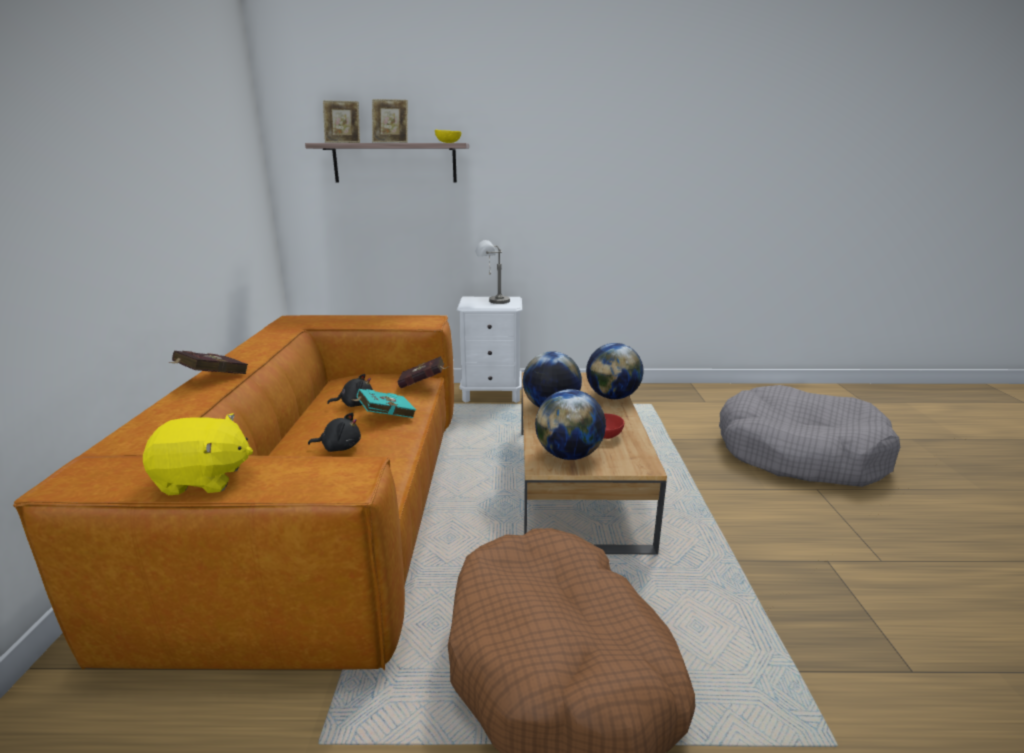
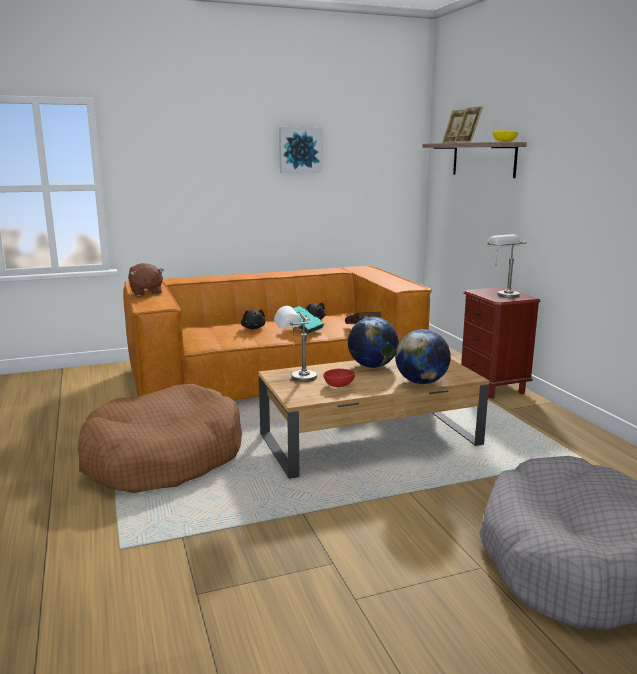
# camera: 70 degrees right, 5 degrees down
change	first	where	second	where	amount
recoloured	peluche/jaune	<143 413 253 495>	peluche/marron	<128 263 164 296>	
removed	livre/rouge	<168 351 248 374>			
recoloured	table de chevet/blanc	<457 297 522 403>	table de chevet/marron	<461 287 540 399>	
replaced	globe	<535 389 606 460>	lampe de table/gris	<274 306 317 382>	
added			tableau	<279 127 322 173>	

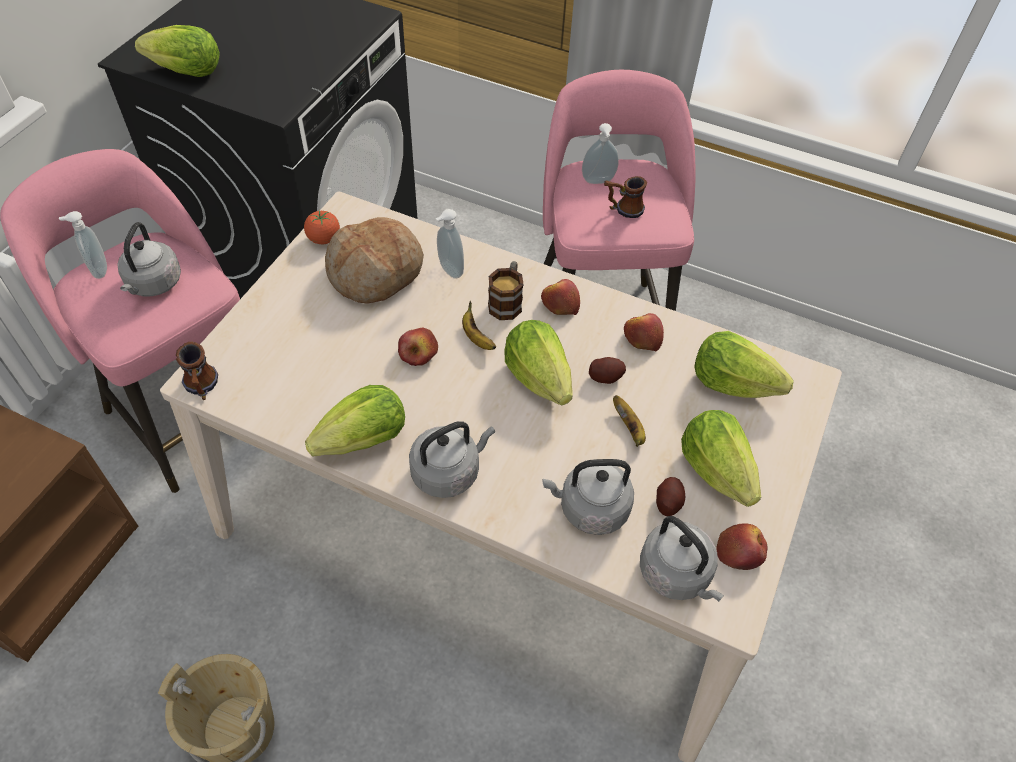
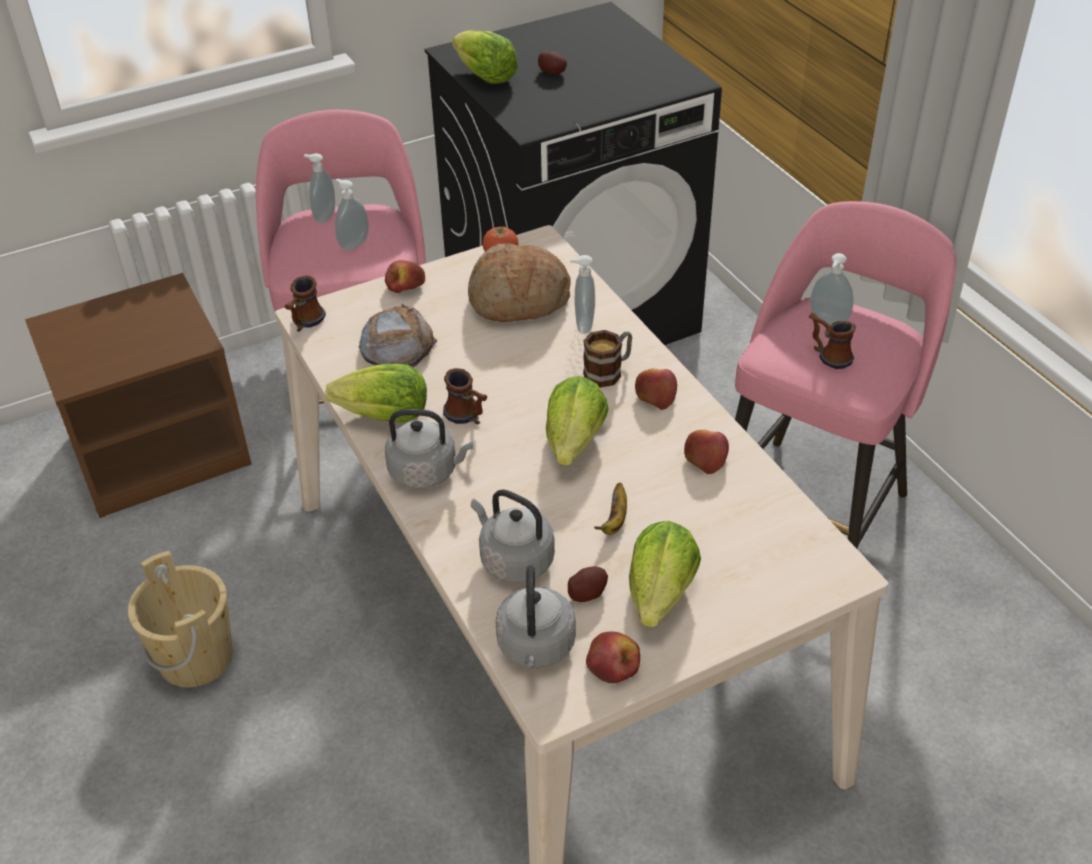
# camera: 40 degrees right, 10 degrees down
change	first	where	second	where	amount
replaced	bouilloire/gris	<117 222 181 296>	distributeur de savon	<335 179 369 250>	
moved	pomme	<398 328 438 366>		<385 260 425 293>	
removed	banane	<462 301 496 350>			
moved	pomme de terre	<589 357 626 384>		<538 51 567 75>	
removed	laitue	<694 331 794 398>			
added			pain	<358 304 438 367>	
added			mug	<443 368 488 425>	

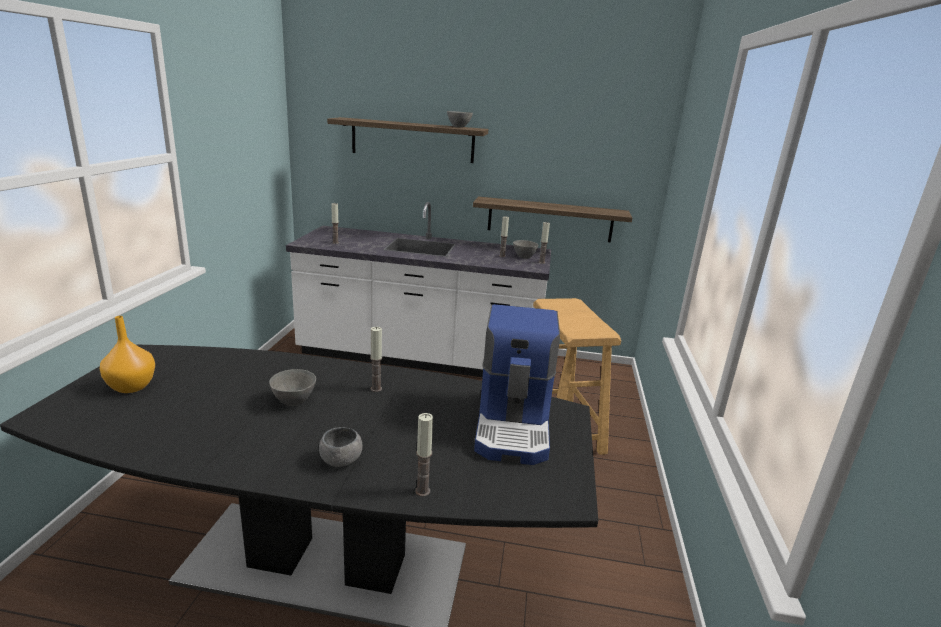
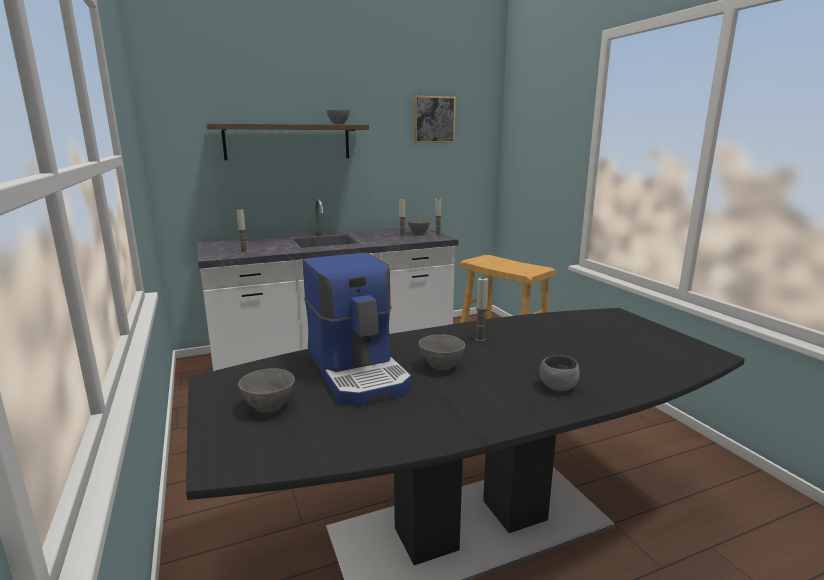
# camera: 30 degrees left, 5 degrees down
change	first	where	second	where	amount
replaced	vase/orange	<100 316 155 393>	bol/gris	<238 368 295 412>	
removed	bougie	<415 413 433 497>			
removed	étagère	<473 196 632 243>			
moved	machine à café	<474 304 560 465>		<303 253 411 406>	
added			tableau	<414 96 456 143>	

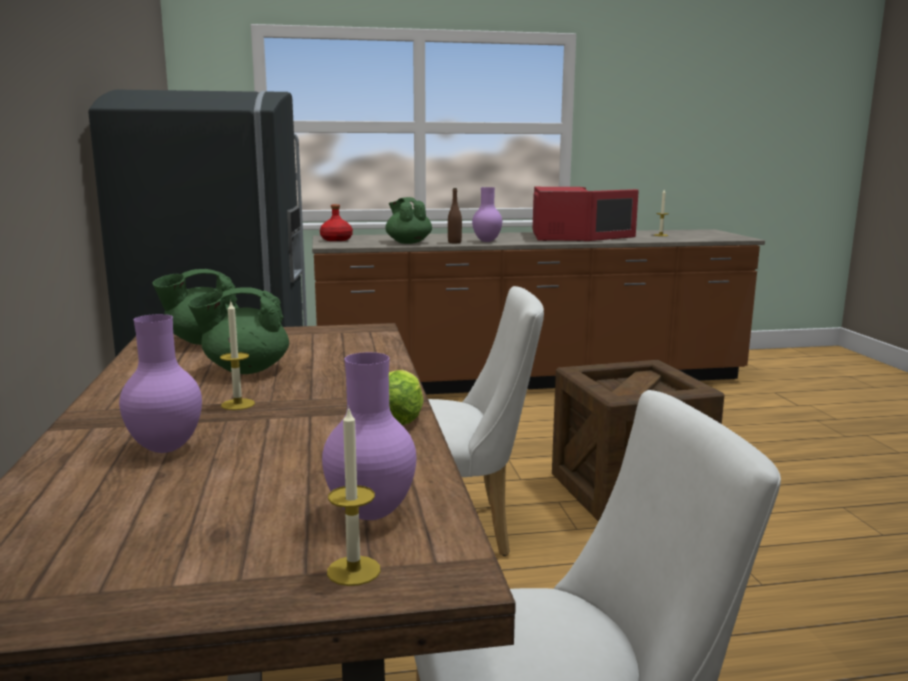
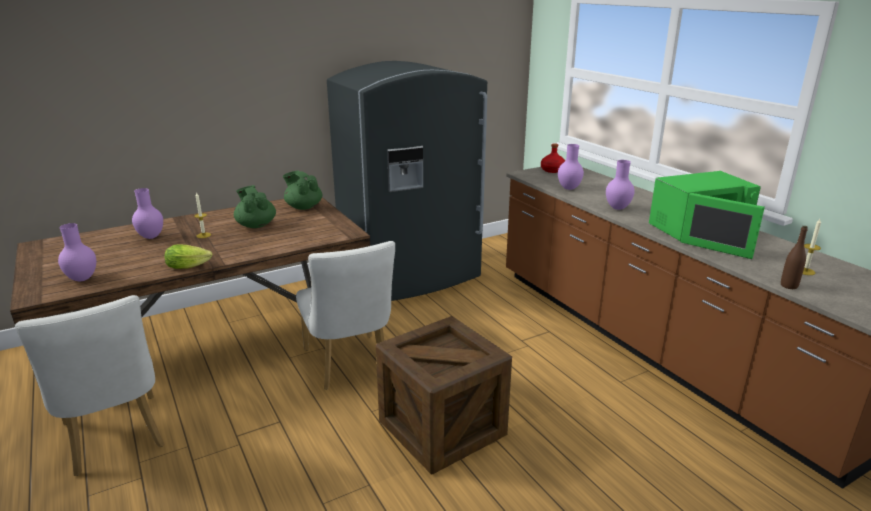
# camera: 70 degrees right, 10 degrees up
change	first	where	second	where	amount
removed	bougie	<327 406 380 586>			
replaced	théière/vert	<385 197 432 244>	vase/violet	<558 144 584 190>	
moved	bouteille/marron	<448 188 462 243>		<781 226 808 289>	
recoloured	micro-ondes/rouge	<533 187 639 241>	micro-ondes/vert	<649 171 765 259>	

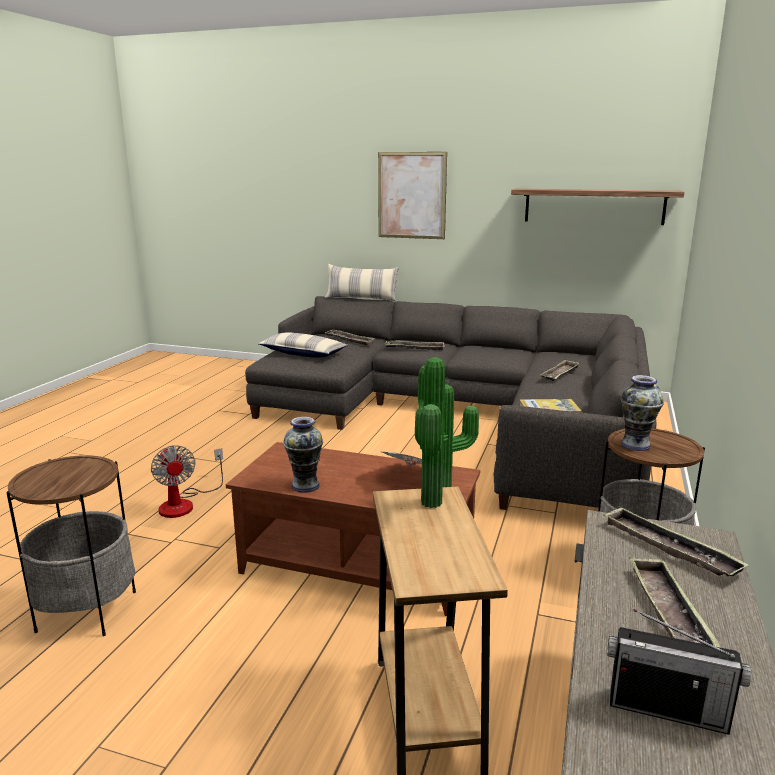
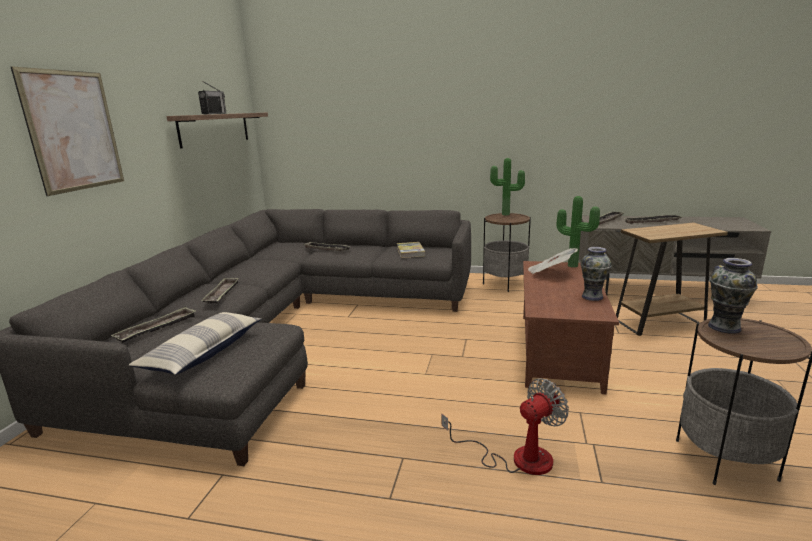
# camera: 95 degrees left, 0 degrees up
change	first	where	second	where	amount
removed	coussin	<325 264 399 301>			
moved	plante en pot	<418 357 445 508>		<490 158 525 215>	
moved	radio	<607 609 751 735>		<198 81 227 114>	
moved	vase	<620 375 664 451>		<708 258 758 334>	

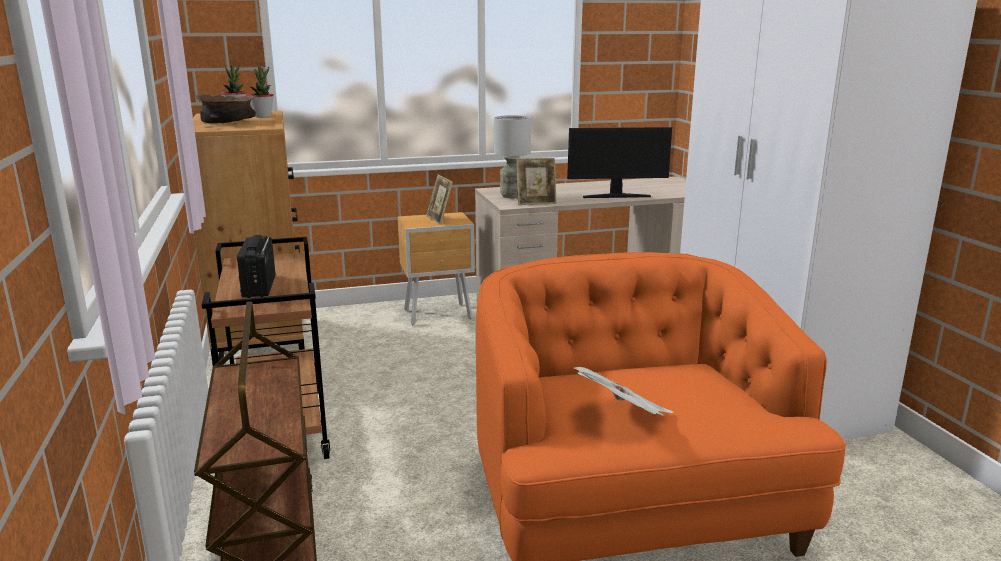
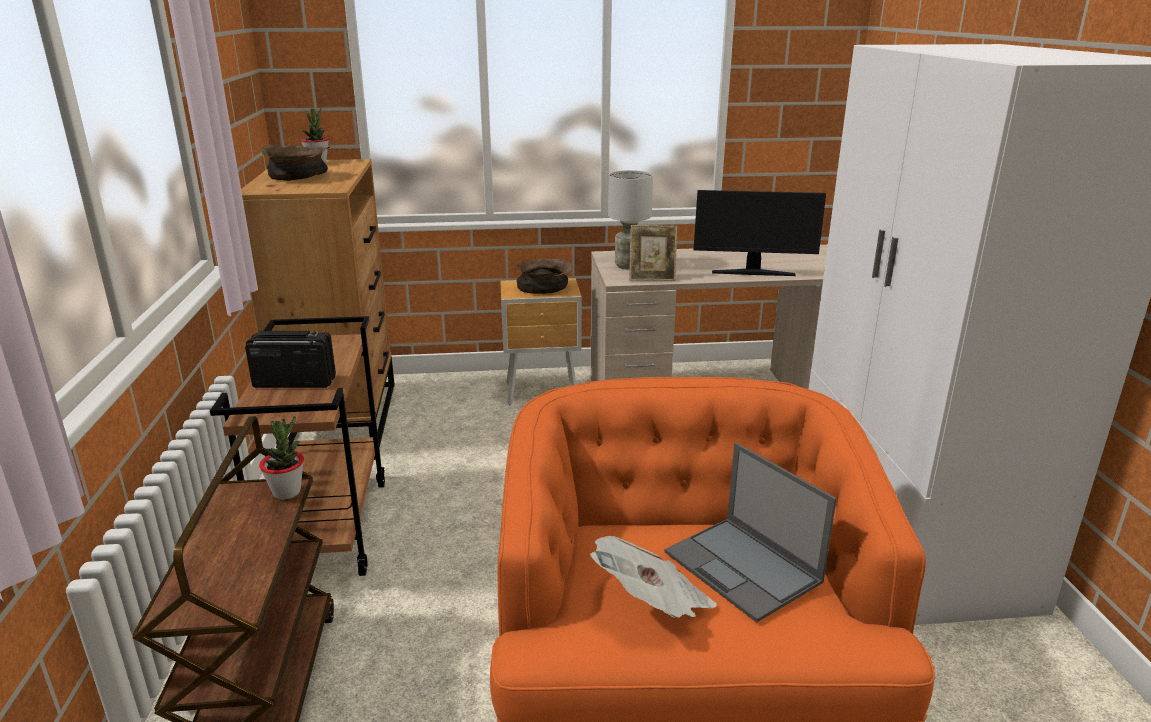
# camera: 10 degrees right, 5 degrees up
change	first	where	second	where	amount
turned	radio	<237 235 275 298>		<245 331 336 388>	90 degrees clockwise
moved	plante en pot	<248 66 274 118>		<259 416 304 500>	
replaced	cadre photo	<426 174 453 225>	bol/marron	<515 258 572 294>	
added			ordinateur portable	<664 443 837 622>	

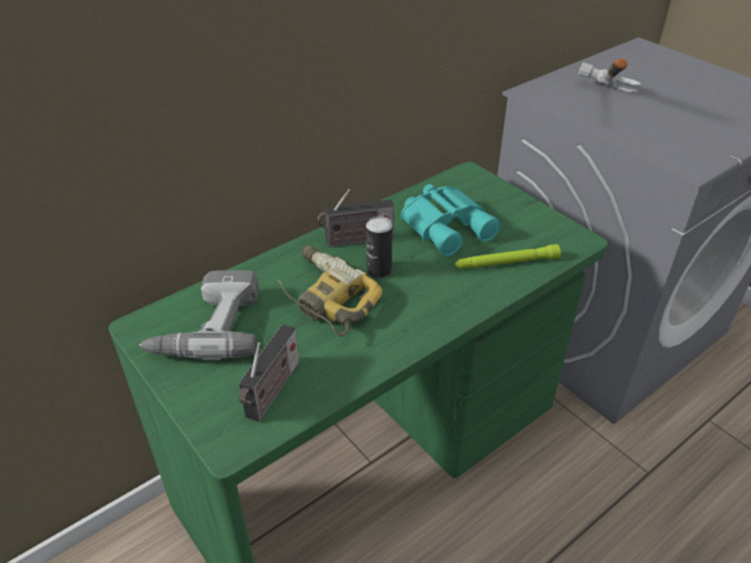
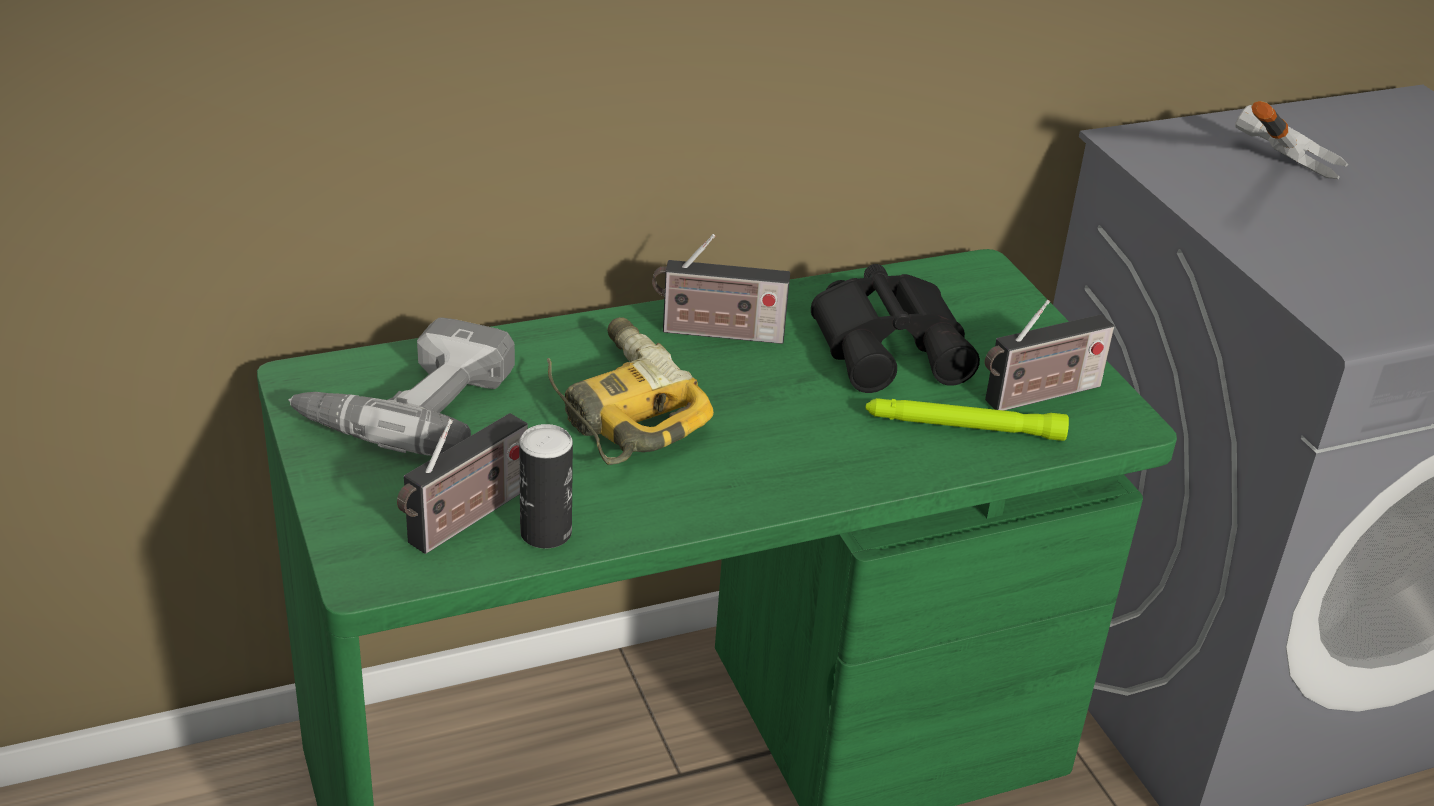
# camera: 15 degrees right, 5 degrees down
change	first	where	second	where	amount
moved	boîte métallique	<366 216 393 278>		<519 424 573 549>	
recoloured	jumelles/turquoise	<401 184 501 256>	jumelles/noir	<811 264 980 393>	
added			radio	<985 299 1115 411>	

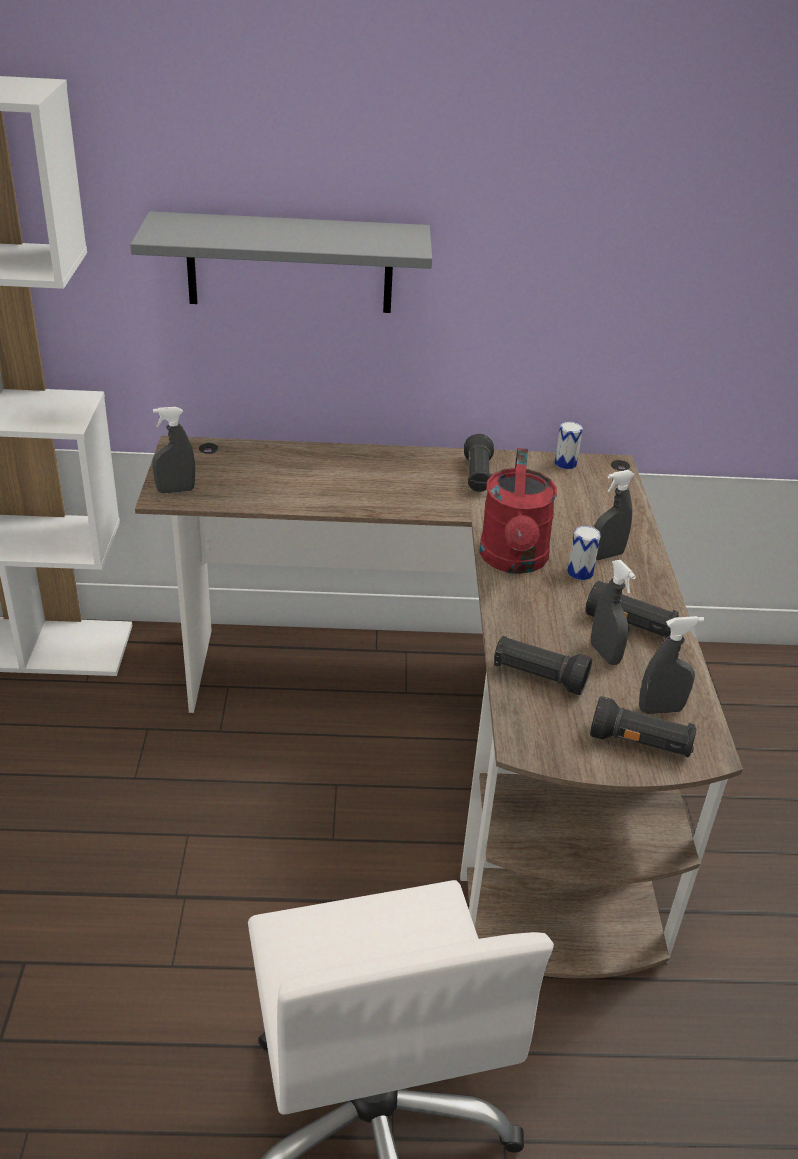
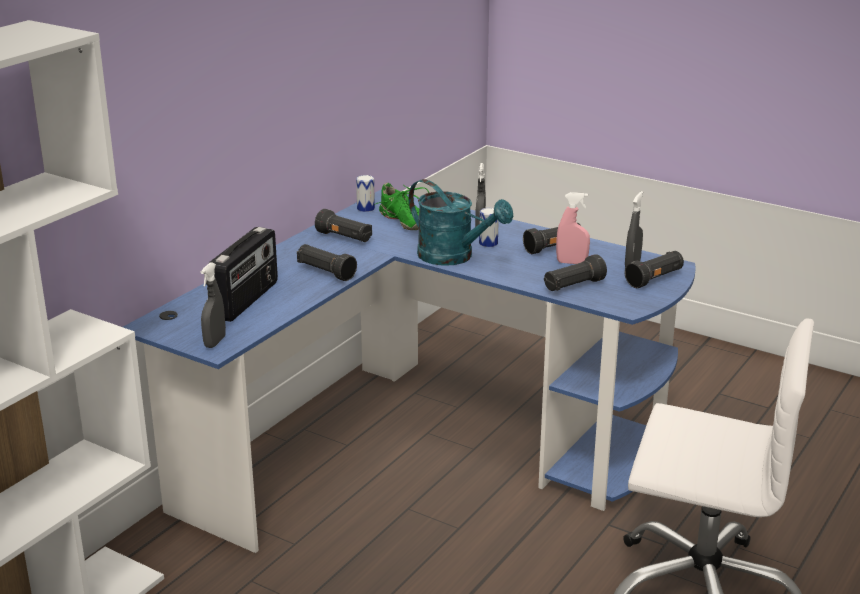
# camera: 55 degrees left, 10 degrees down
change	first	where	second	where	amount
removed	étagère/gris	<130 211 432 313>			
recoloured	bureau/marron	<135 436 743 979>	bureau/bleu	<123 189 695 553>	
recoloured	arrosoir/rouge	<479 448 557 574>	arrosoir/turquoise	<409 179 514 266>	
recoloured	vaporisateur/gris	<591 560 636 665>	vaporisateur/rose	<556 192 590 264>	
added			radio	<208 227 278 322>	
added			lampe de poche/noir	<297 244 357 281>	
added			chaussure/vert	<374 183 429 230>	

